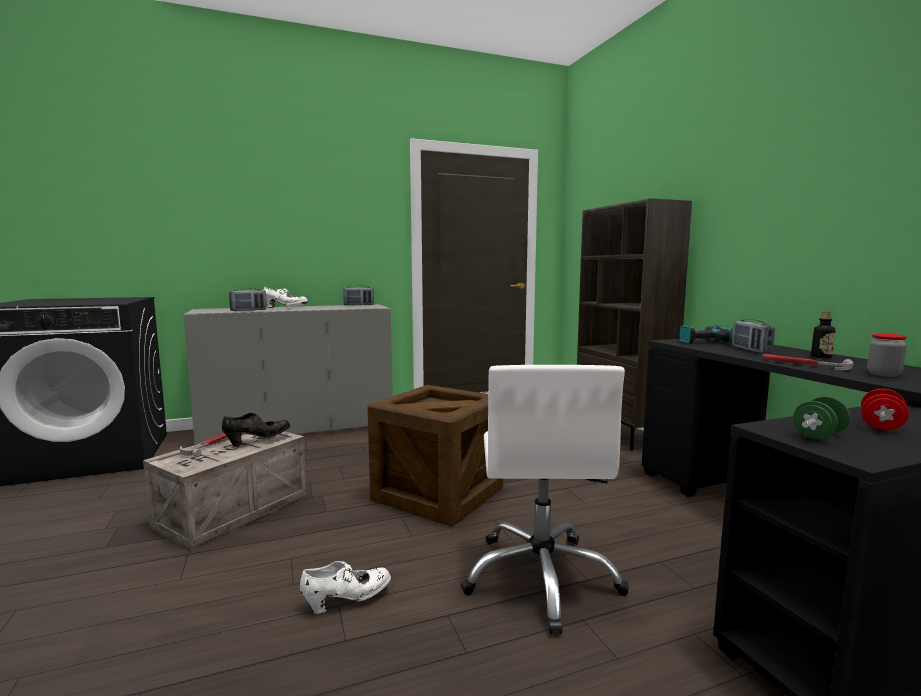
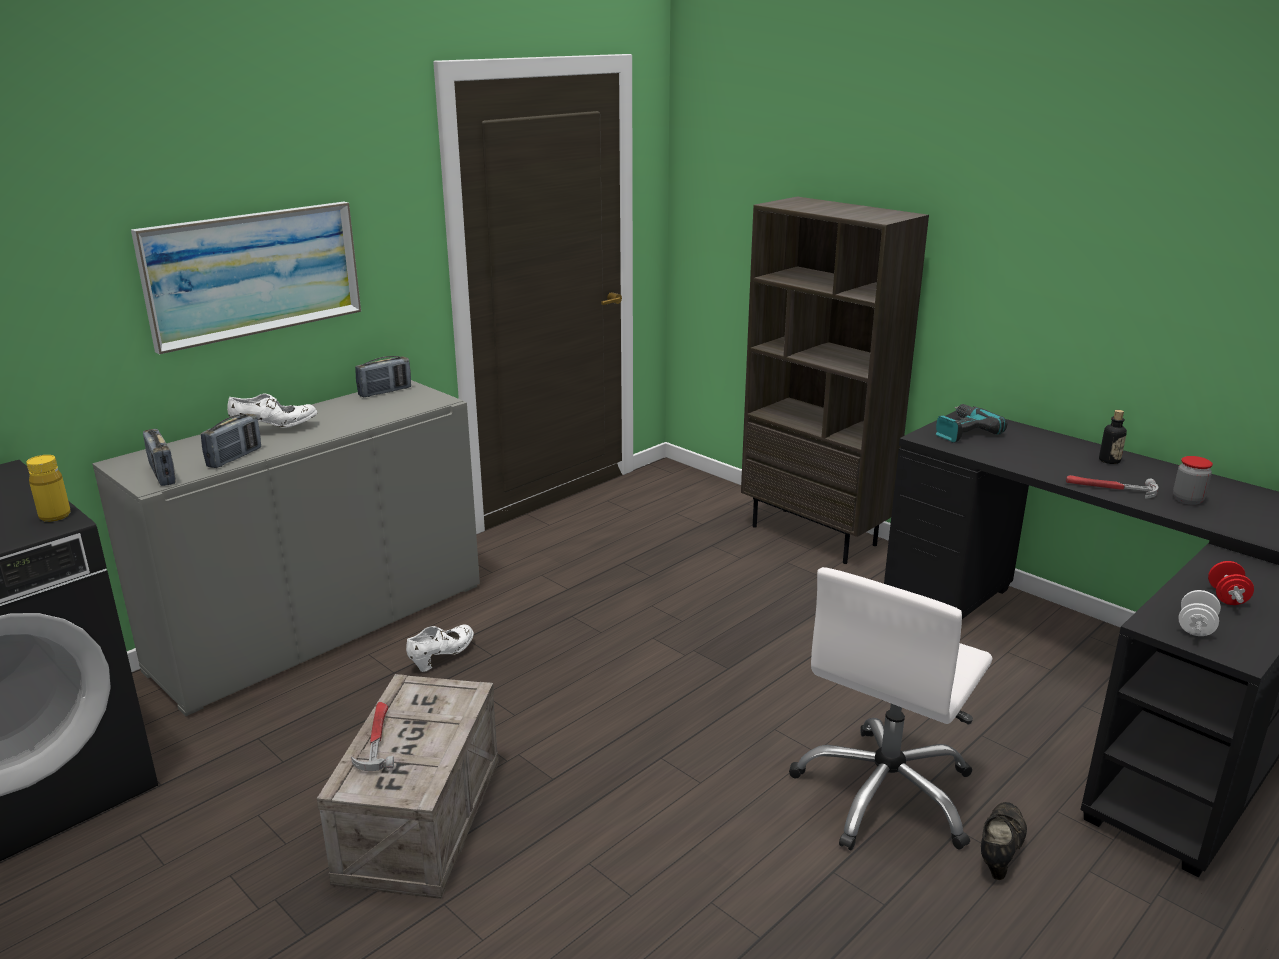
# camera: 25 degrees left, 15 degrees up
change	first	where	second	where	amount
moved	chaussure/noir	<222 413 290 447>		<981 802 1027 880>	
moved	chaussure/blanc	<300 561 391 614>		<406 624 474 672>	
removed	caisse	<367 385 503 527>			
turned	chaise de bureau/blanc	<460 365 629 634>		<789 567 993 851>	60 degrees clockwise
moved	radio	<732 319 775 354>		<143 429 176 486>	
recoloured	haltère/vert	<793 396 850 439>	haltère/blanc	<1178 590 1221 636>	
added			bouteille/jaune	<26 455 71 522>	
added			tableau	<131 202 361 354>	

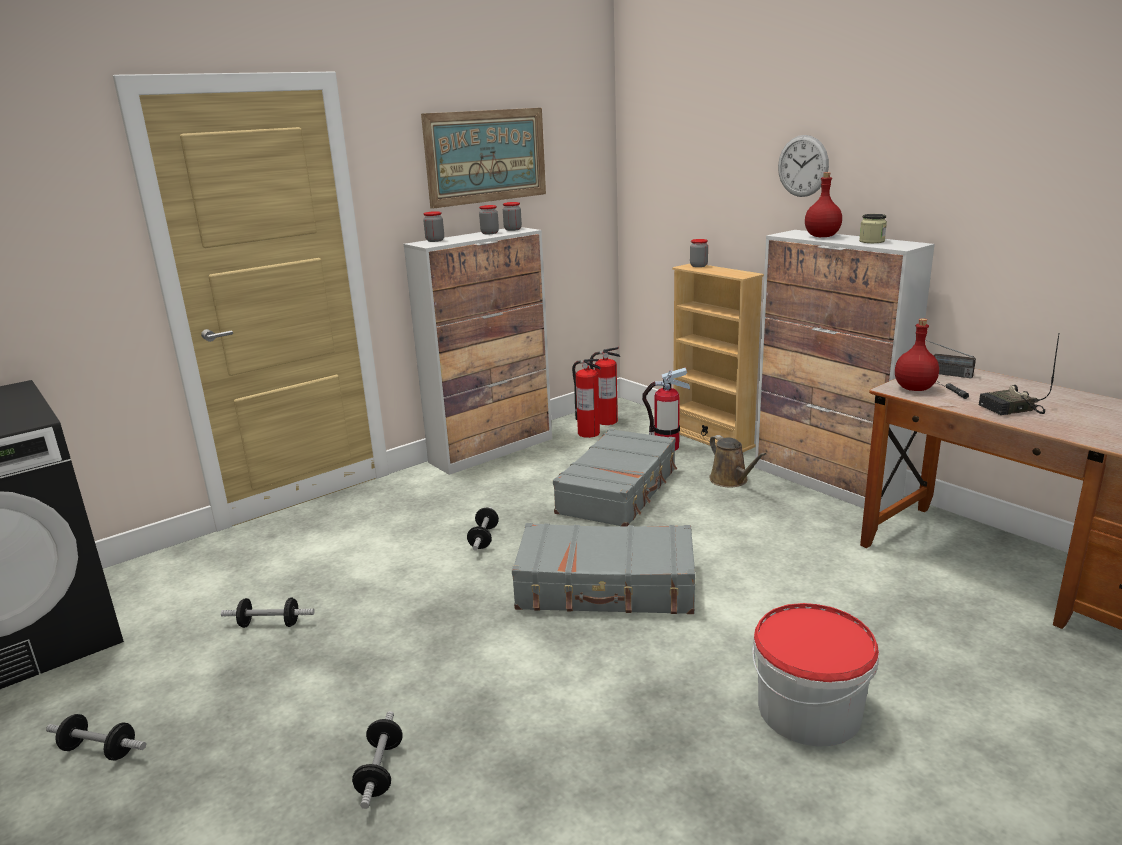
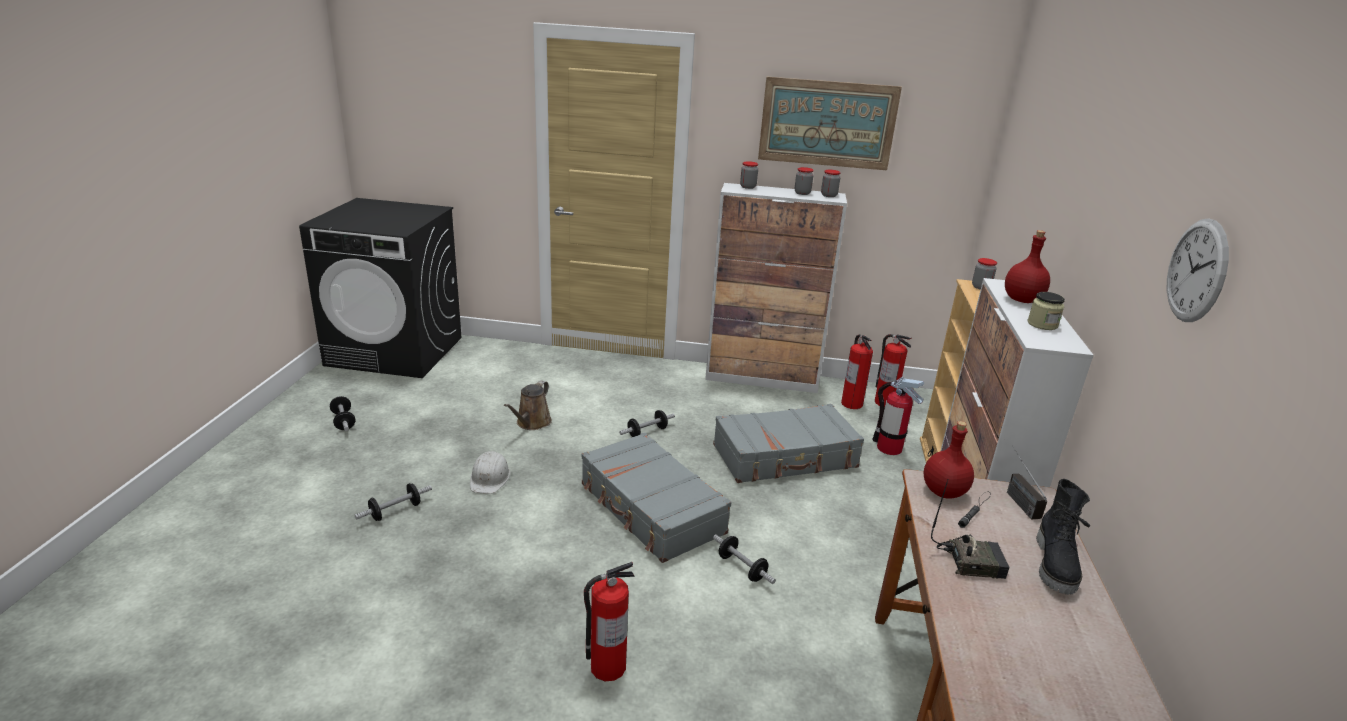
# camera: 45 degrees right, 5 degrees up
change	first	where	second	where	amount
moved	haltère	<221 598 314 628>		<713 534 776 584>	
moved	arrosoir/marron	<710 435 766 488>		<504 381 552 430>	
replaced	seau	<752 603 879 747>	extincteur	<584 562 635 681>	
moved	horloge murale	<778 135 829 197>		<1167 218 1229 322>	
turned	radio	<979 334 1059 415>		<931 480 1010 579>	150 degrees clockwise
added			casque de chantier/blanc	<470 451 510 494>	
added			botte/noir	<1036 479 1090 594>	

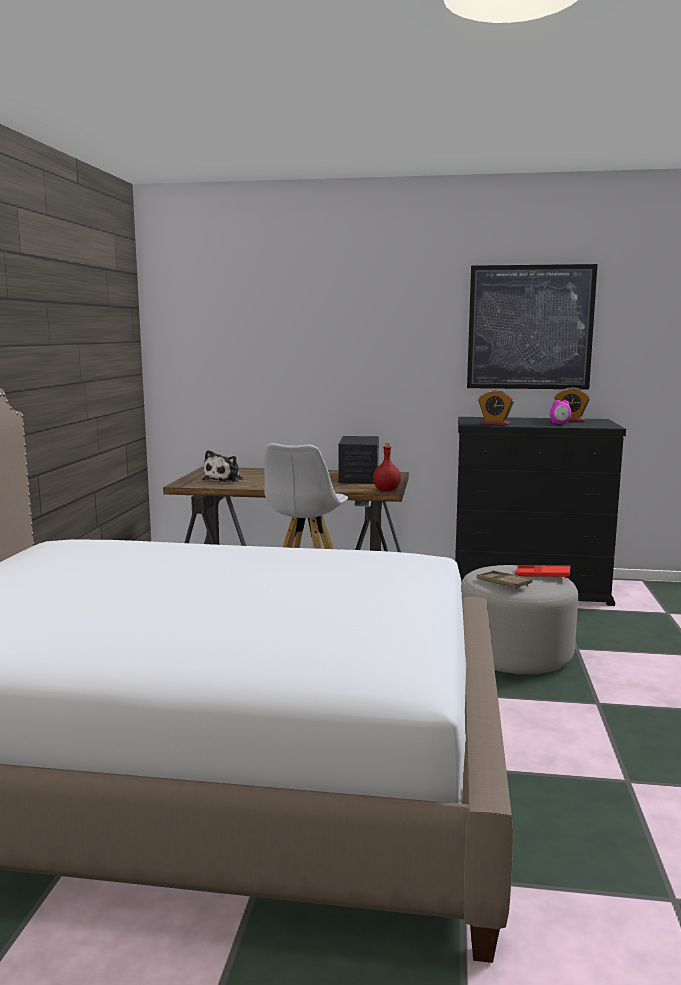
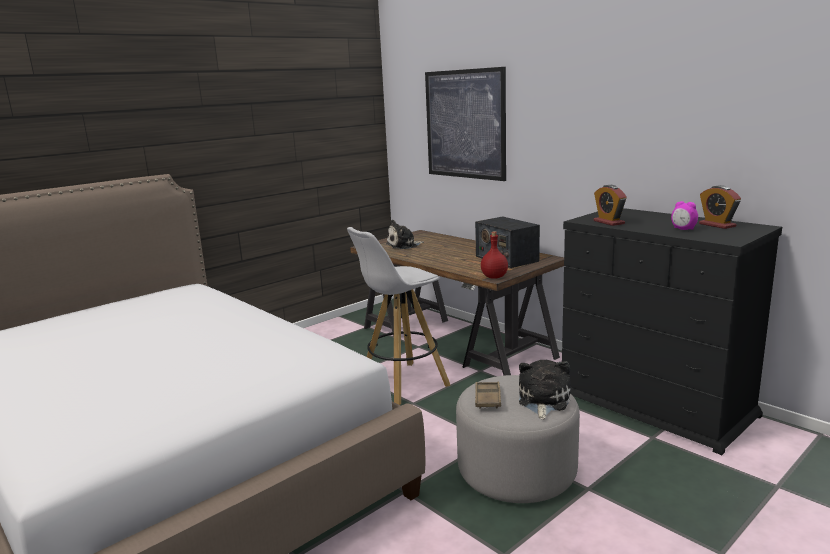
# camera: 40 degrees right, 5 degrees up
change	first	where	second	where	amount
turned	radio	<338 436 379 484>		<475 217 540 268>	105 degrees clockwise
moved	tableau	<467 264 597 390>		<425 67 506 181>	
replaced	plateau/rouge	<515 565 570 578>	peluche	<519 360 571 420>	

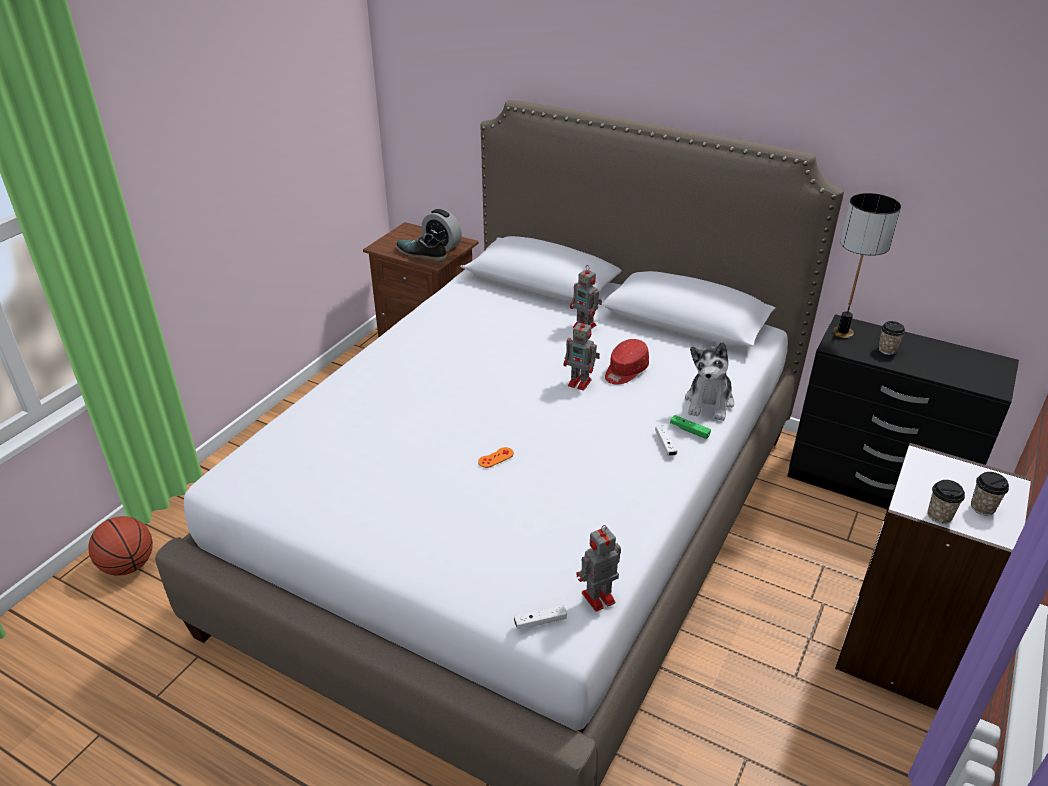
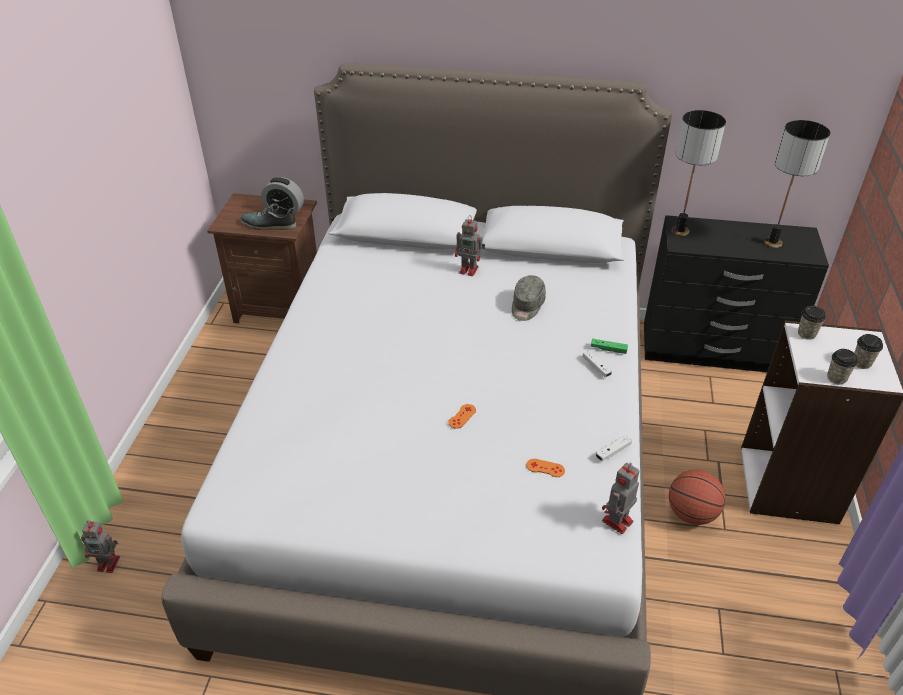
# camera: 20 degrees left, 5 degrees up
change	first	where	second	where	amount
moved	ballon de basket	<88 516 153 576>		<669 470 726 525>	
moved	manette/blanc	<514 605 567 629>		<596 435 632 462>	
moved	robot jouet	<564 318 600 391>		<81 520 120 573>	
recoloured	casquette/rouge	<605 339 649 384>	casquette/gris	<512 275 546 321>	
removed	peluche	<685 342 734 421>			
moved	tasse	<879 321 905 355>		<798 306 826 340>	
added			manette/orange	<526 459 565 477>	
added			lampe de table	<764 120 830 248>	

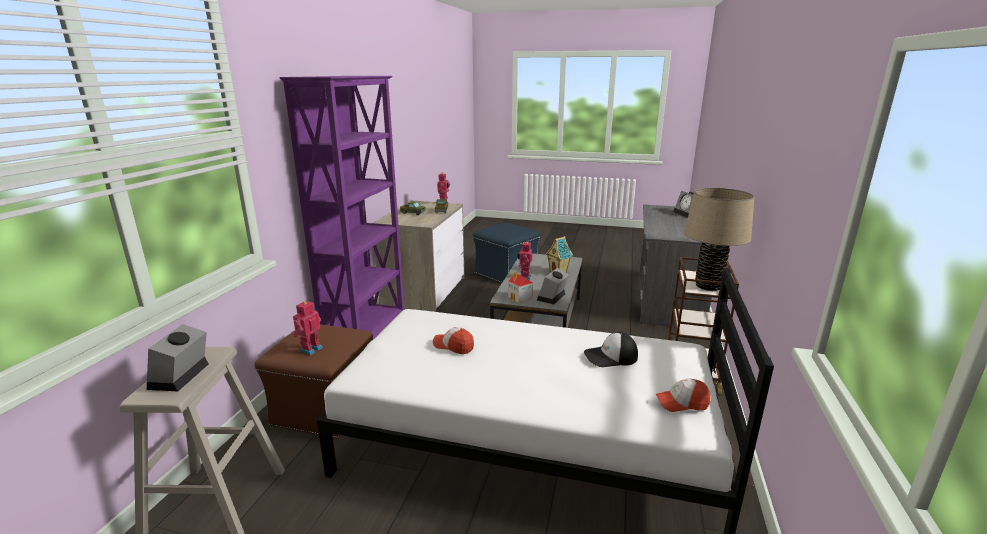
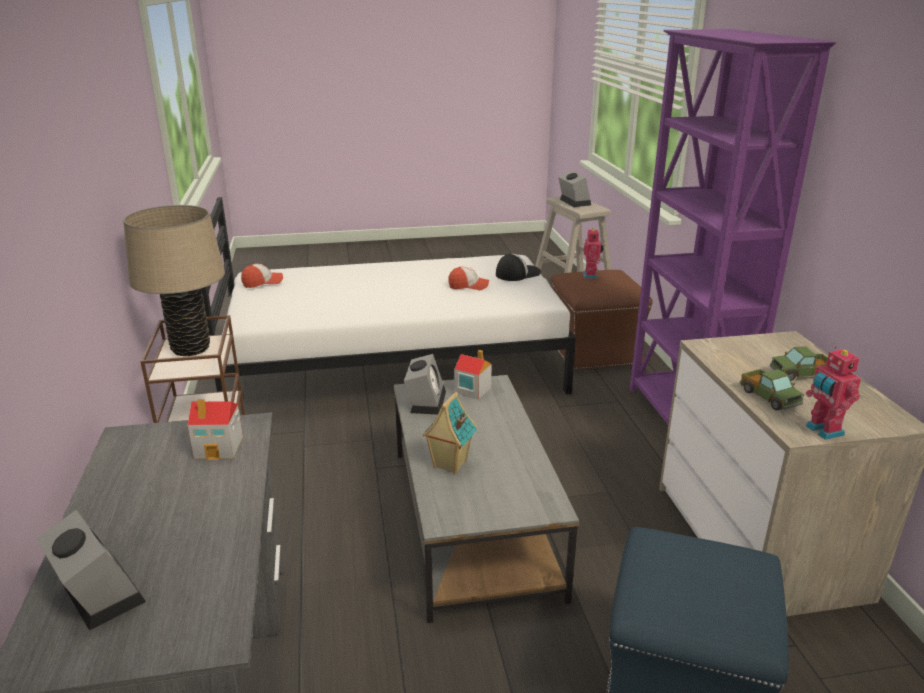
# camera: 155 degrees right, 5 degrees up
change	first	where	second	where	amount
removed	robot jouet	<518 241 532 280>			
moved	casquette	<584 332 638 367>		<496 254 541 281>	
added			maison miniature	<187 400 243 460>	

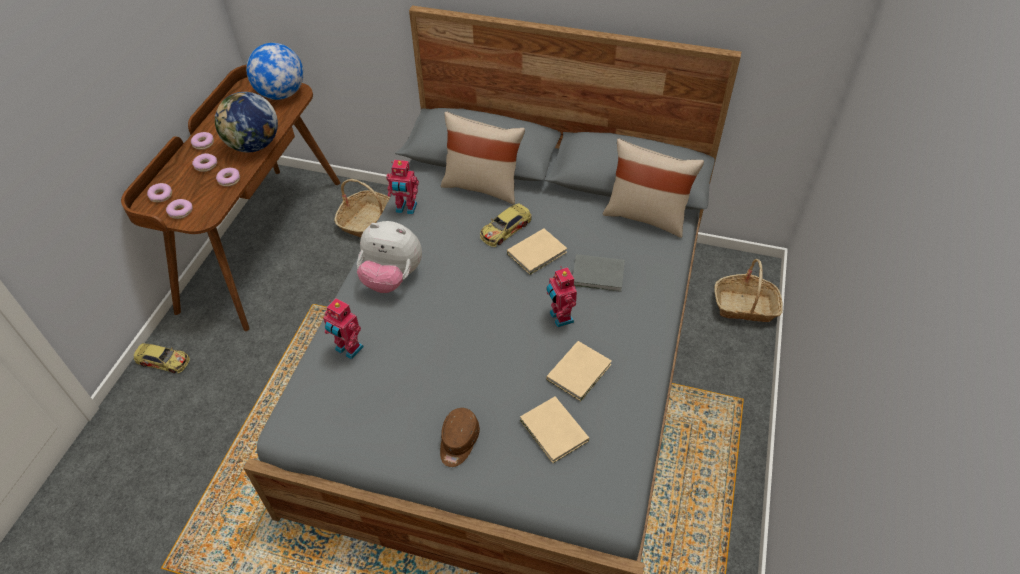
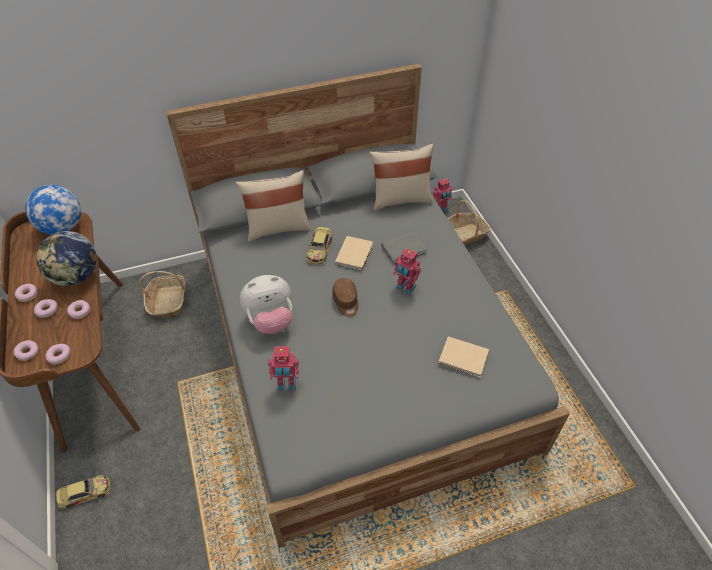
# camera: 35 degrees left, 0 degrees up
change	first	where	second	where	amount
moved	robot jouet	<386 160 419 215>		<433 178 452 211>	
moved	casquette/marron	<440 408 480 467>		<332 278 358 317>	
removed	livre/beige	<546 341 612 401>			

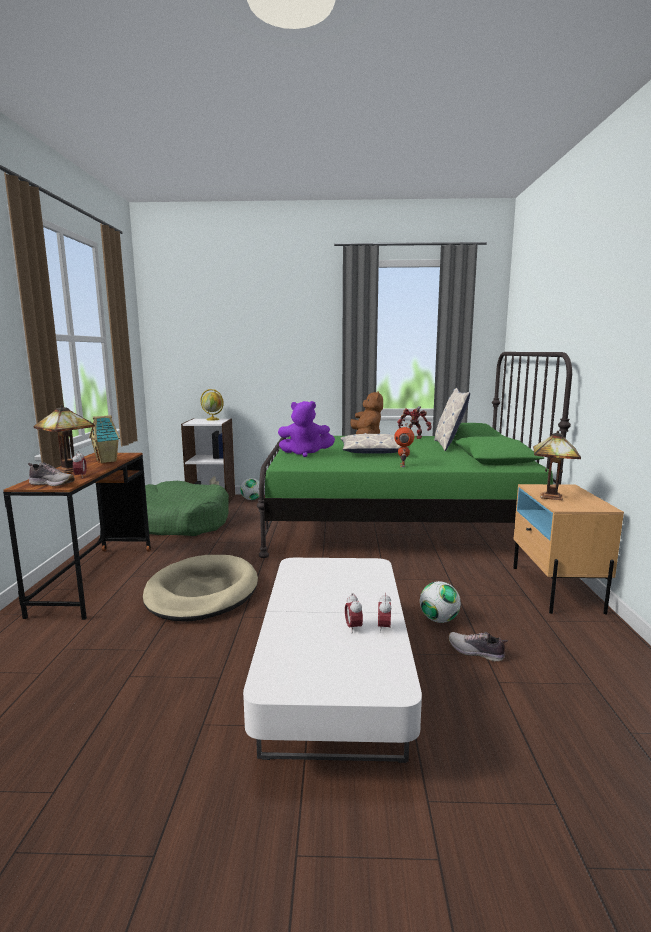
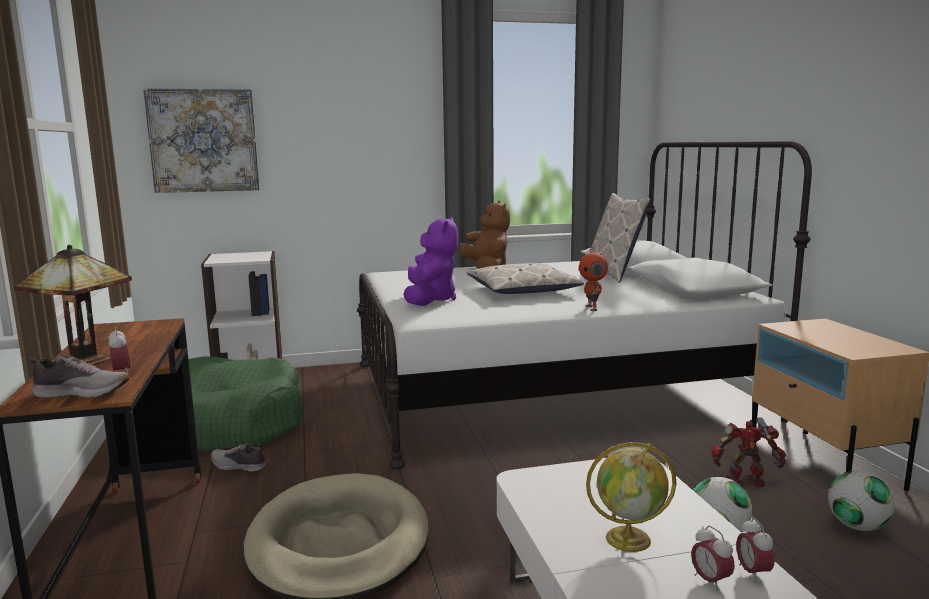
# camera: 15 degrees left, 0 degrees up
change	first	where	second	where	amount
removed	maison miniature	<89 415 120 463>			
moved	globe	<200 389 224 421>		<586 442 676 552>	
moved	ballon de foot	<240 478 260 500>		<828 471 895 531>	
recoloured	lit/vert	<257 352 572 558>	lit/blanc	<357 141 812 470>	
turned	peluche/violet	<278 401 335 457>		<403 216 458 306>	75 degrees counterclockwise
moved	robot jouet	<397 406 432 439>		<711 418 786 487>	
moved	chaussure	<448 632 508 662>		<211 443 266 472>	
removed	lampe de table	<533 431 581 500>			
added			tableau	<143 88 260 193>	

